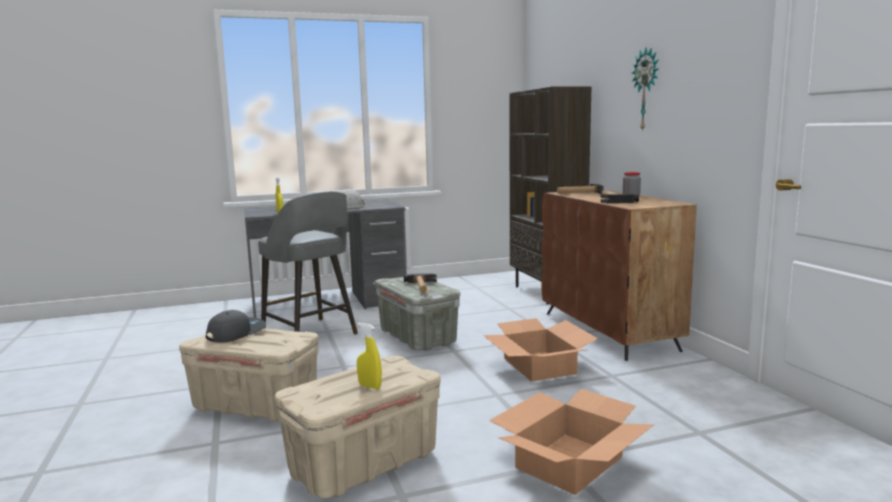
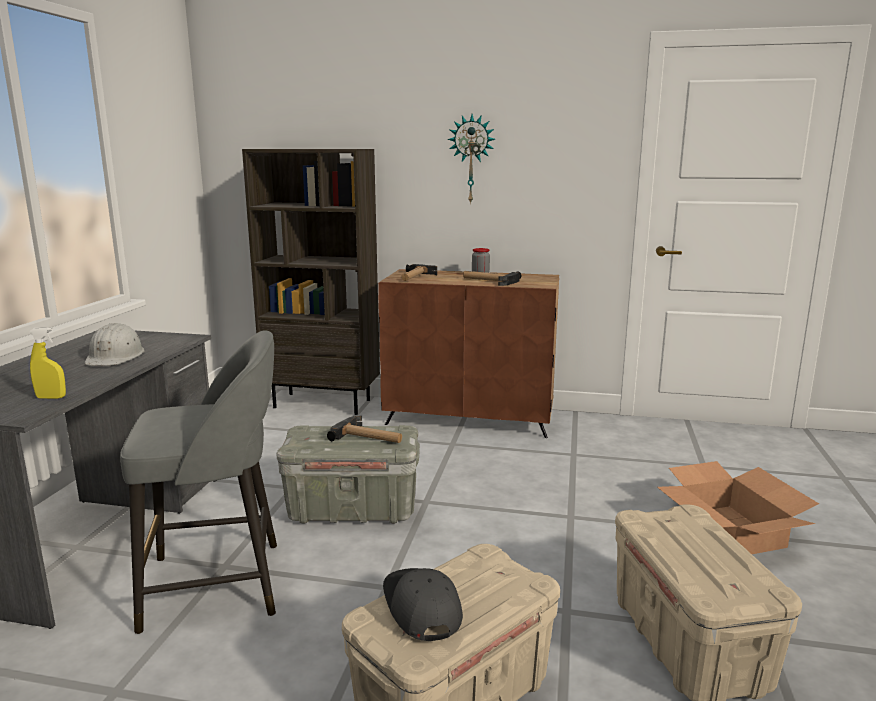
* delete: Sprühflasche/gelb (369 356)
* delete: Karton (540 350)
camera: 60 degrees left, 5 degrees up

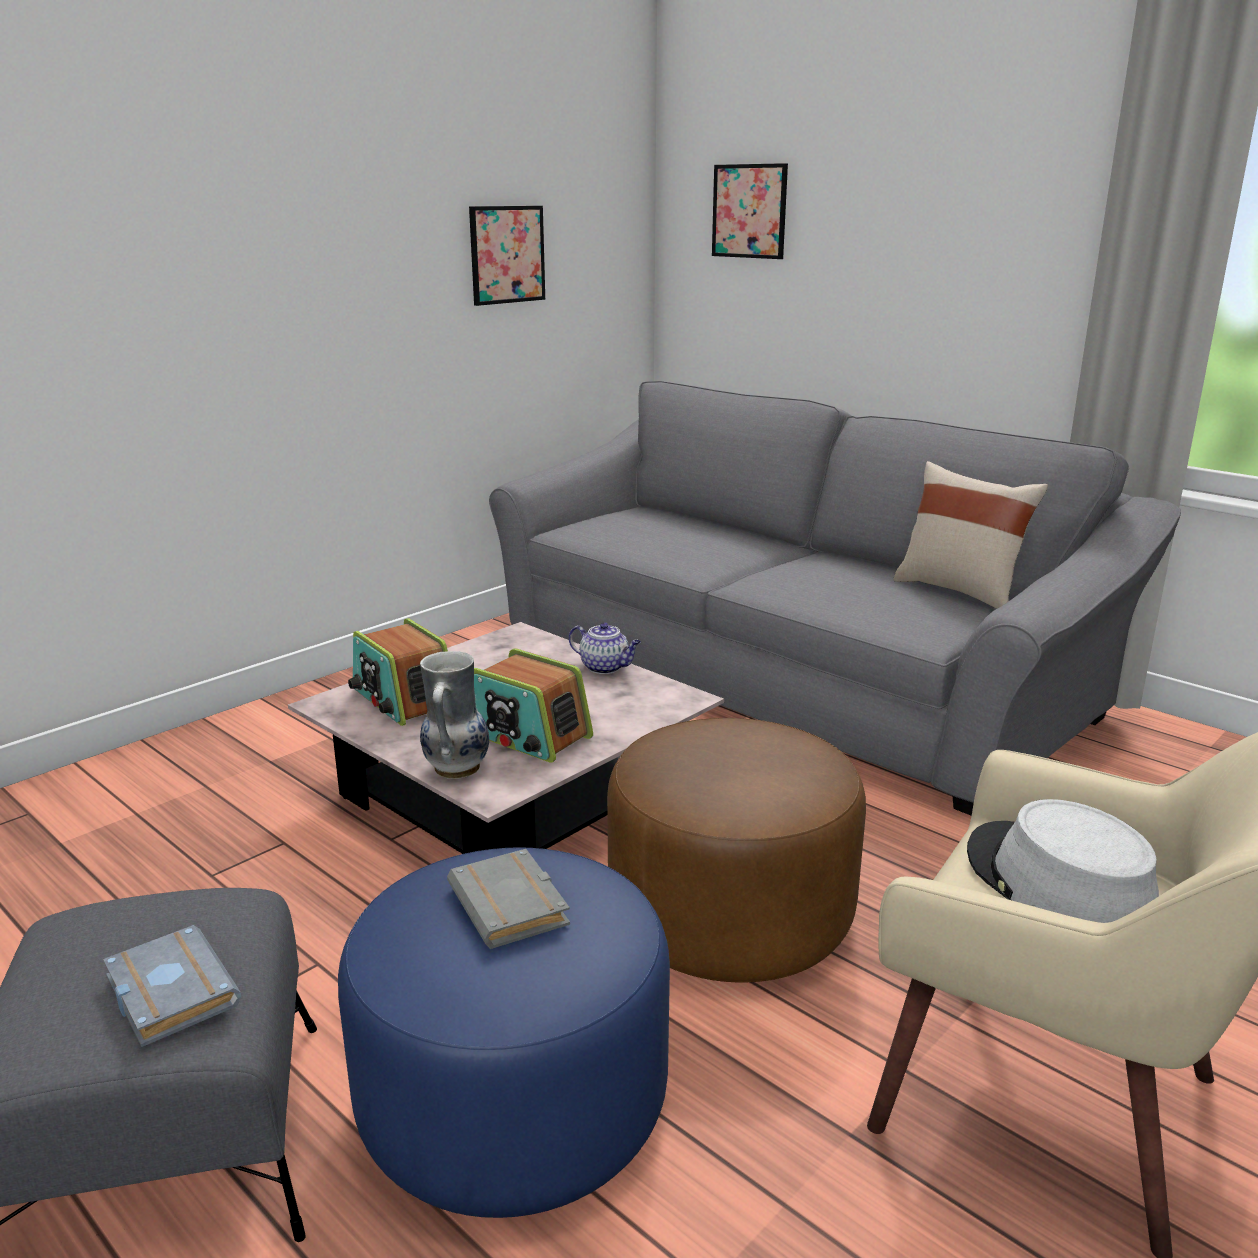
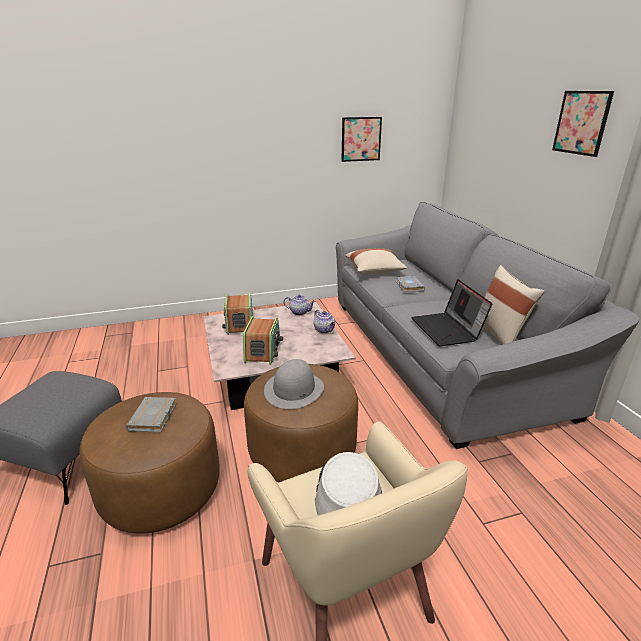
* delete: Vase (454 715)
* insert: Hut/grau (294 384)
* insert: Teekanne (299 305)
* insert: Kissen/beige (376 261)
* insert: Laptop (452 312)
* move: Buch/grau (172 986) to (410 284)
* move: Bild (750 211) to (583 124)
* recolor: Polsterhocker/blau (504 1032) to Polsterhocker/braun (149 463)
* rotate: Radio (533 706) = (263 340) 150 degrees counterclockwise
camera: 30 degrees right, 5 degrees up

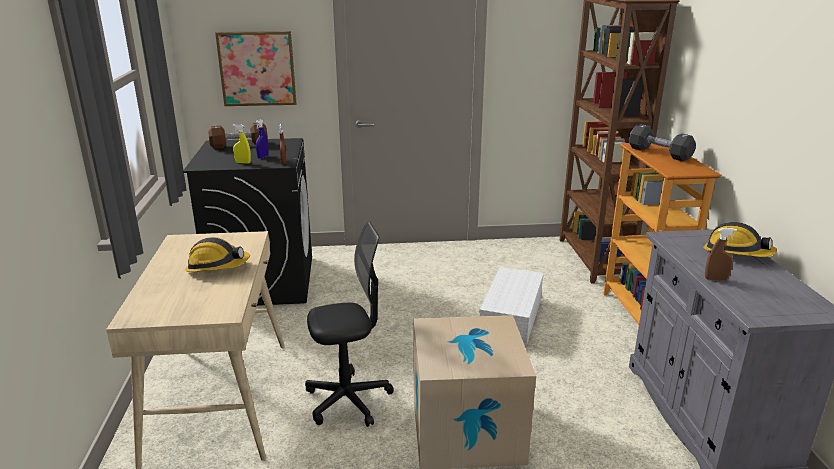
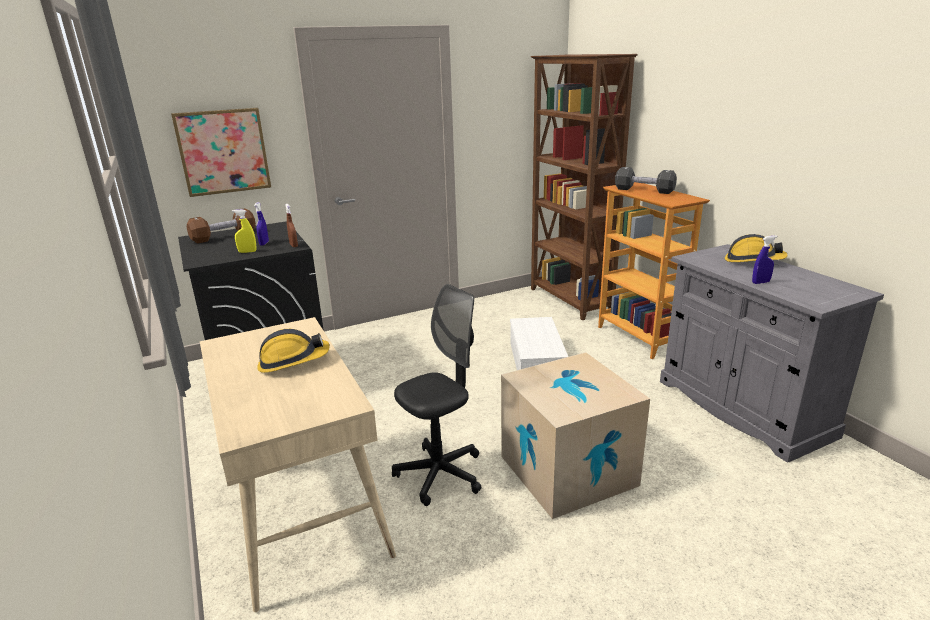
* recolor: Sprühflasche/braun (721 254) to Sprühflasche/blau (764 260)
camera: 20 degrees left, 0 degrees up

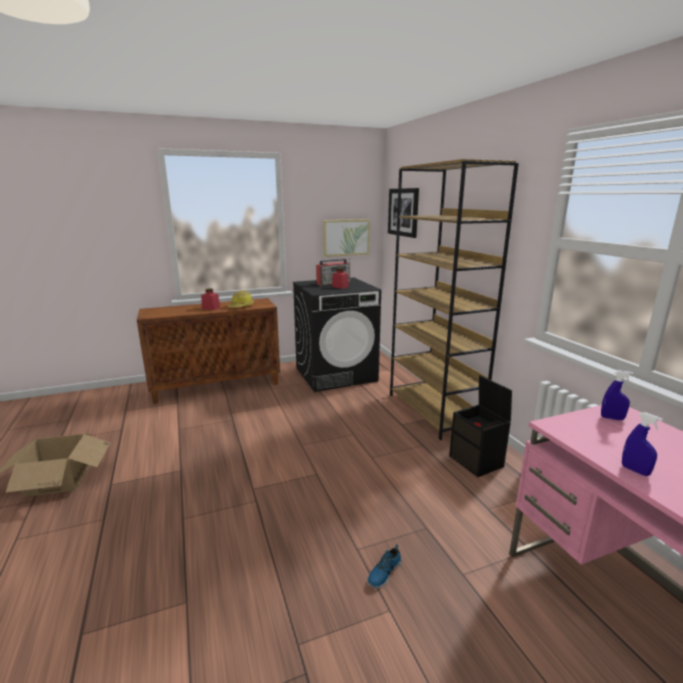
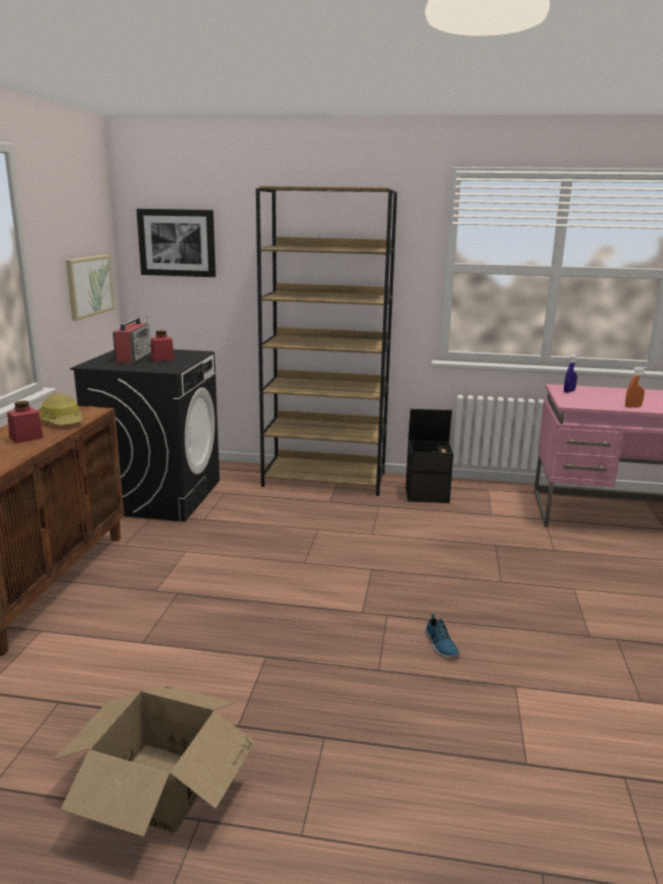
* move: Schuh (384 566) to (442 635)
* recolor: Sprühflasche/blau (642 444) to Sprühflasche/orange (636 387)
camera: 60 degrees left, 0 degrees up

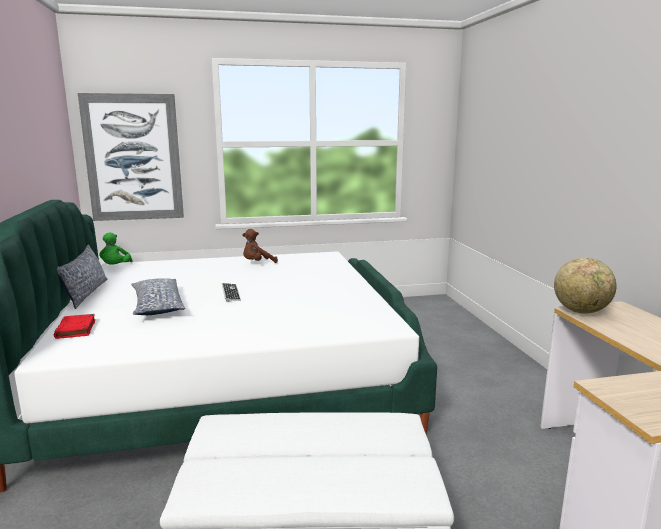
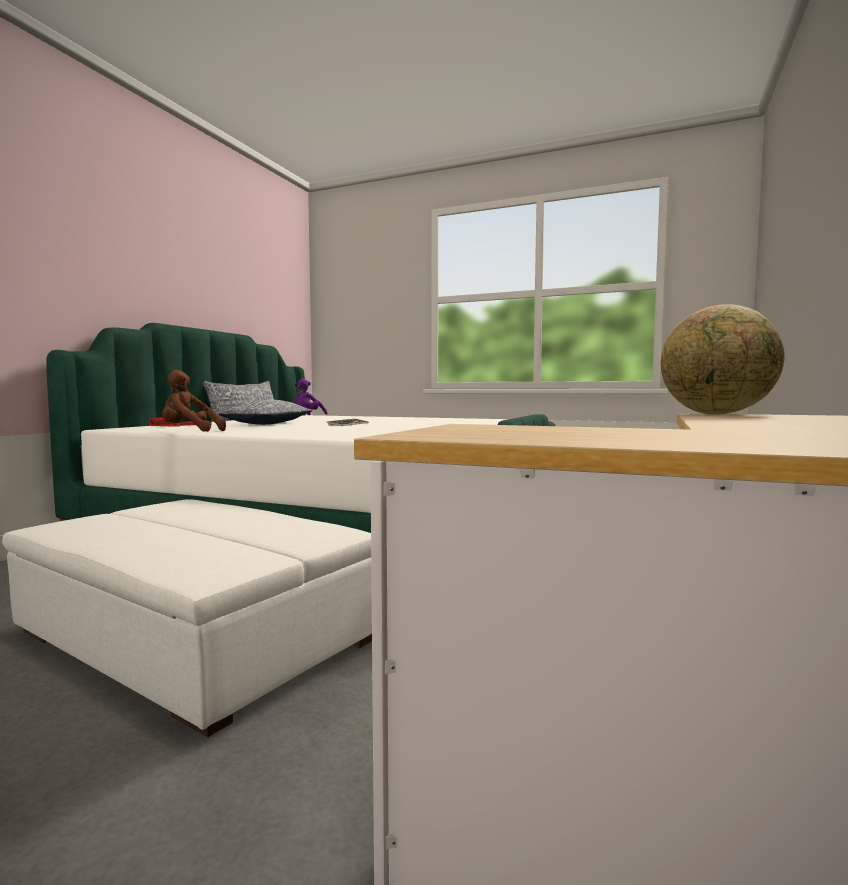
* delete: Bild (131 157)
* move: Plüschtier/braun (260 246) to (194 401)
* recolor: Plüschtier/grün (116 249) to Plüschtier/lila (311 396)
camera: 35 degrees right, 10 degrees down

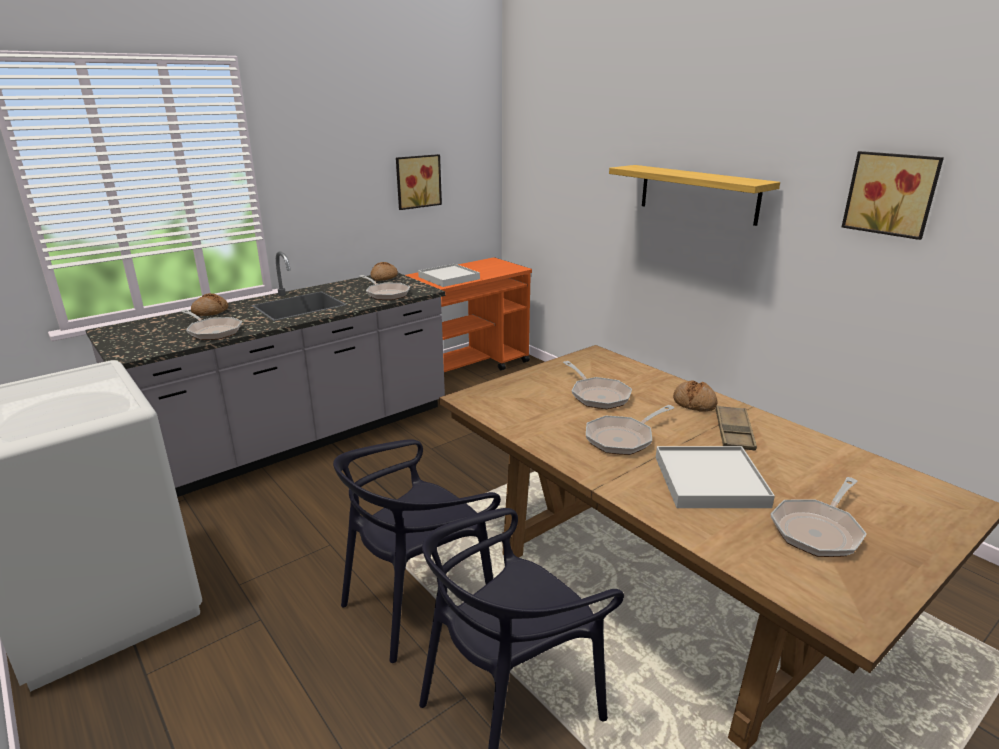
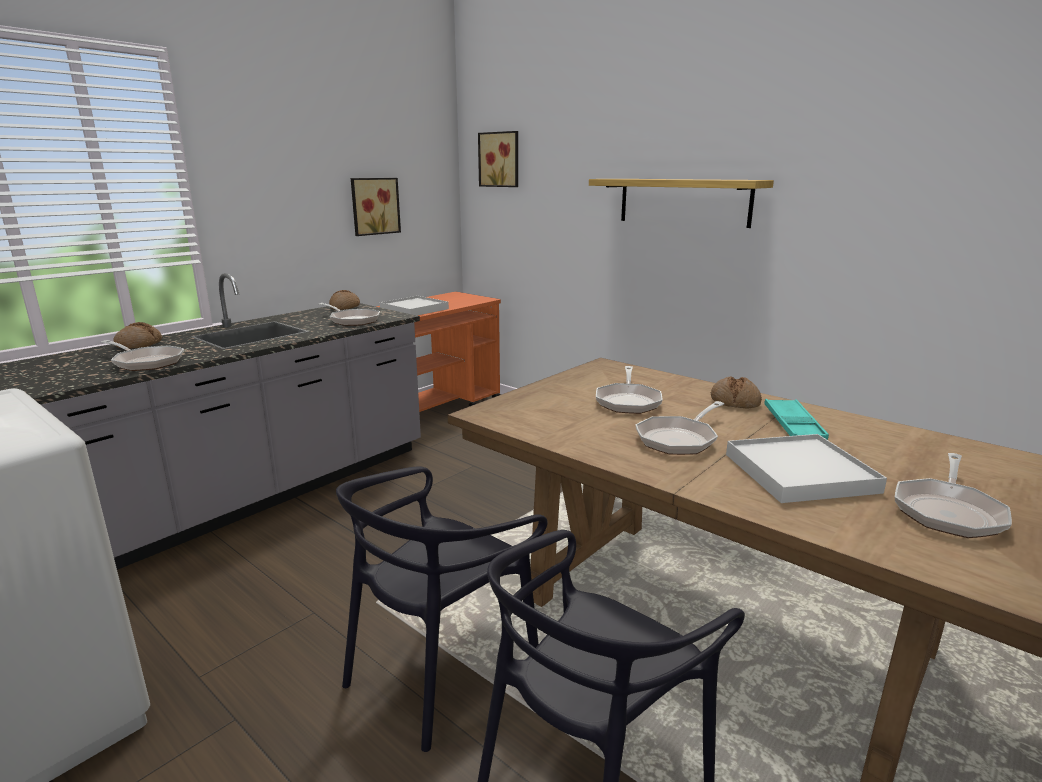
* move: Bild (893 195) to (498 159)
* recolor: Tablett/braun (736 428) to Tablett/türkis (796 419)
* rotate: Pfanne (597 385) = (629 390) 45 degrees clockwise
camera: 10 degrees left, 5 degrees down

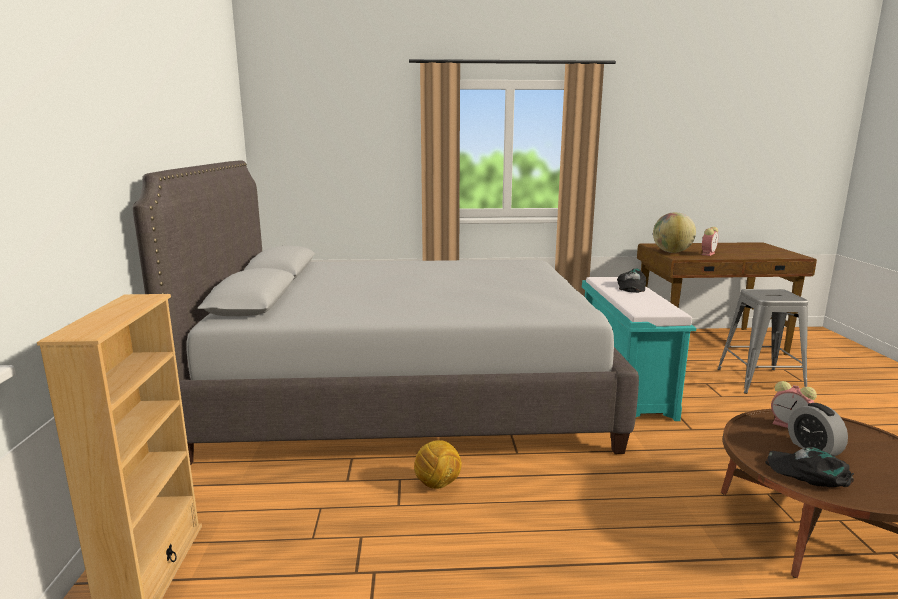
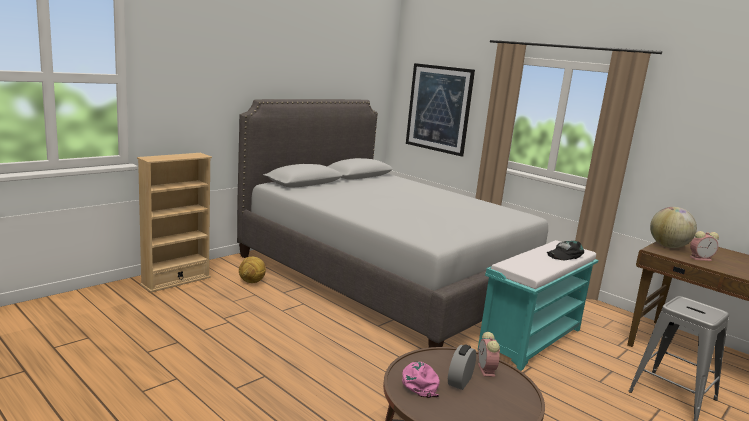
* insert: Bild (440 110)
* move: Fußball (438 464) to (252 270)
* recolor: Kappe/schwarz (810 467) to Kappe/rosa (421 379)
camera: 45 degrees right, 0 degrees up

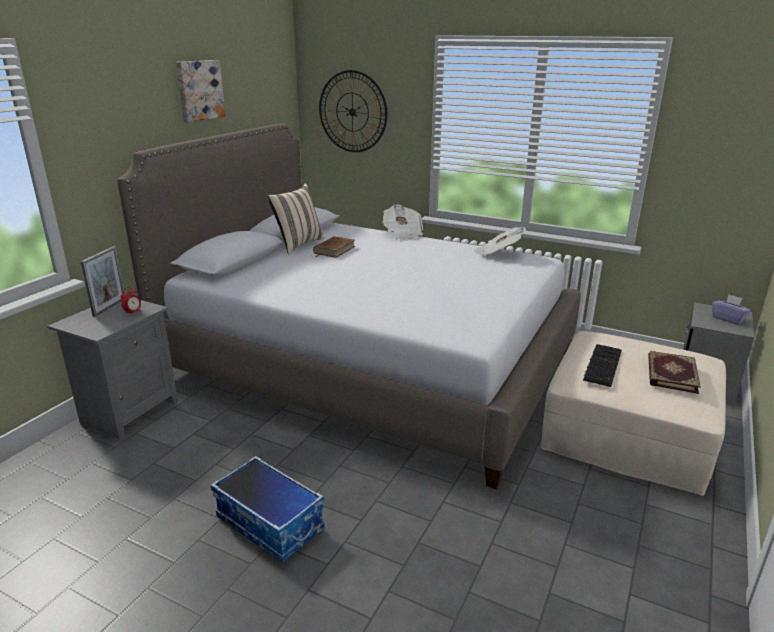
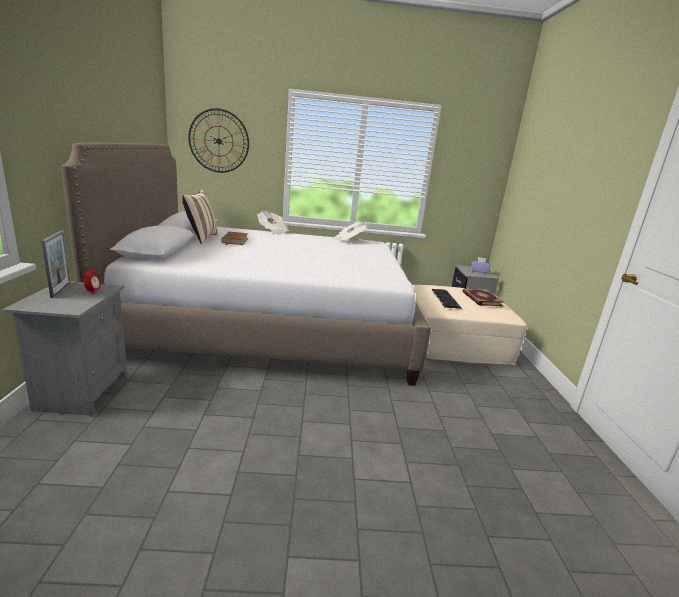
* delete: Bild (200 91)
* delete: Aufbewahrungsbox (268 509)
camera: 30 degrees left, 5 degrees down

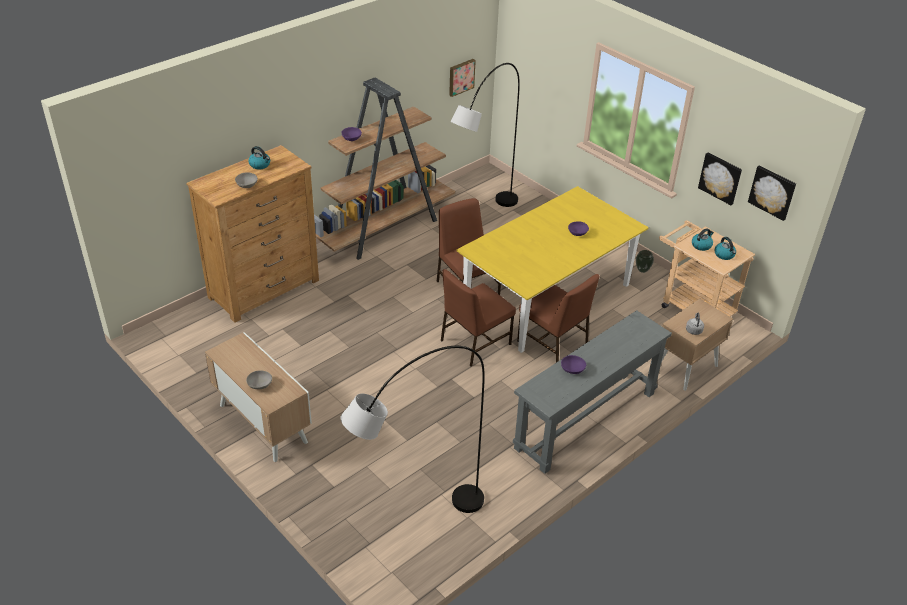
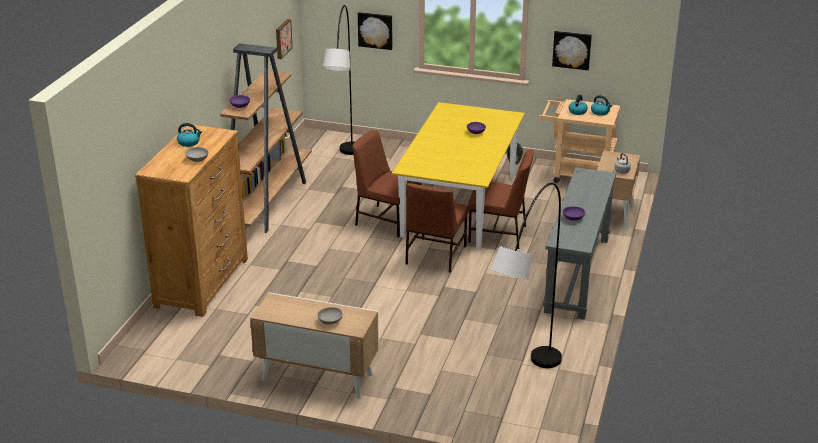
* move: Bild (772 193) to (375 31)
camera: 30 degrees left, 10 degrees down

